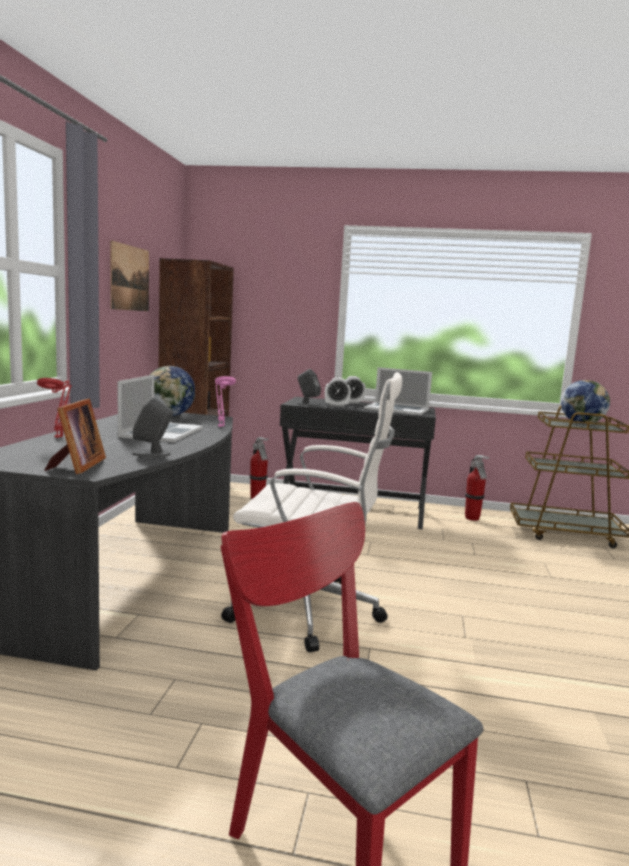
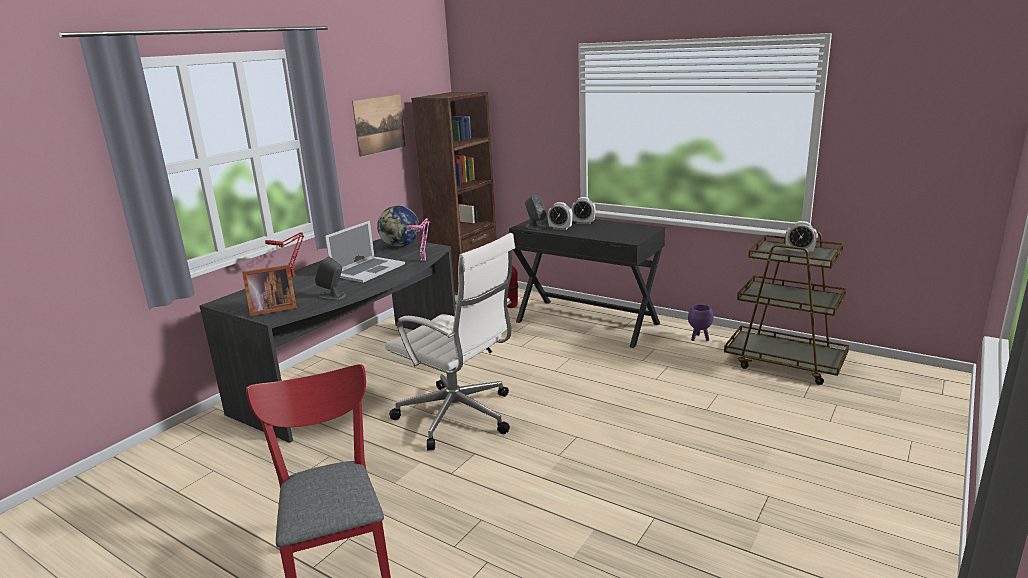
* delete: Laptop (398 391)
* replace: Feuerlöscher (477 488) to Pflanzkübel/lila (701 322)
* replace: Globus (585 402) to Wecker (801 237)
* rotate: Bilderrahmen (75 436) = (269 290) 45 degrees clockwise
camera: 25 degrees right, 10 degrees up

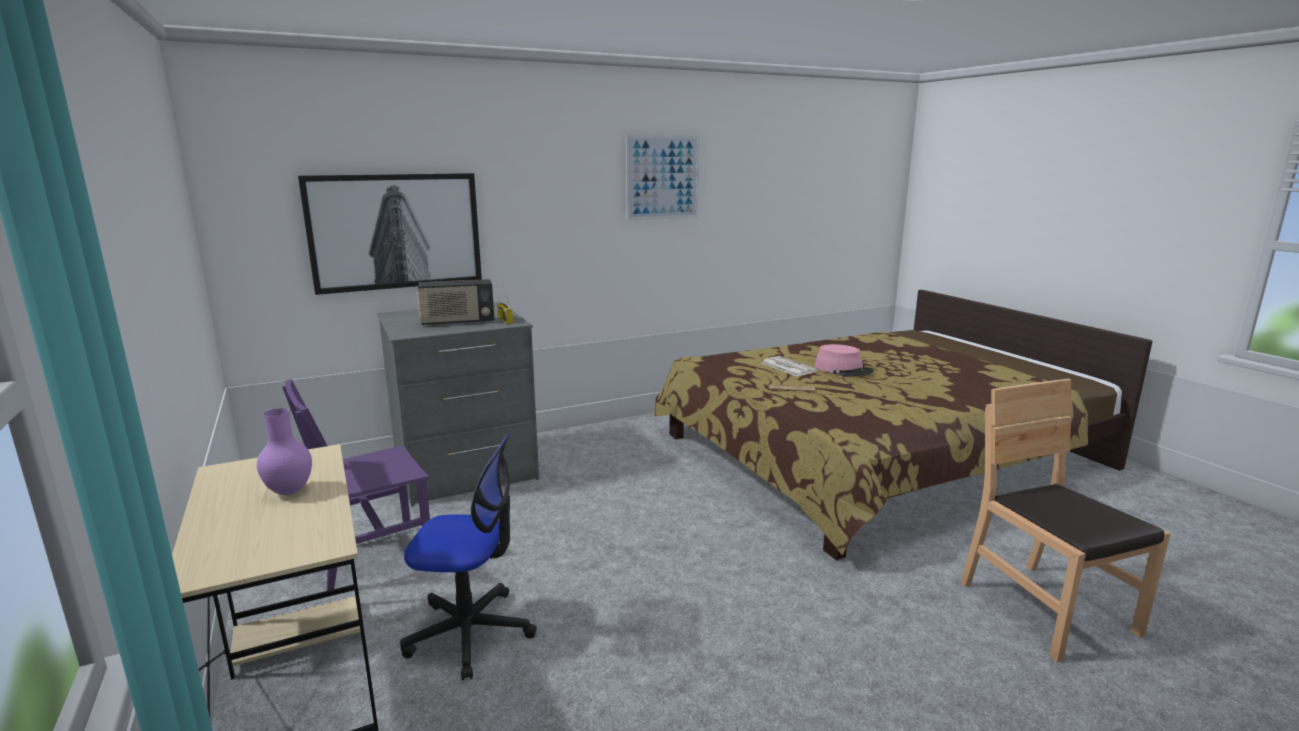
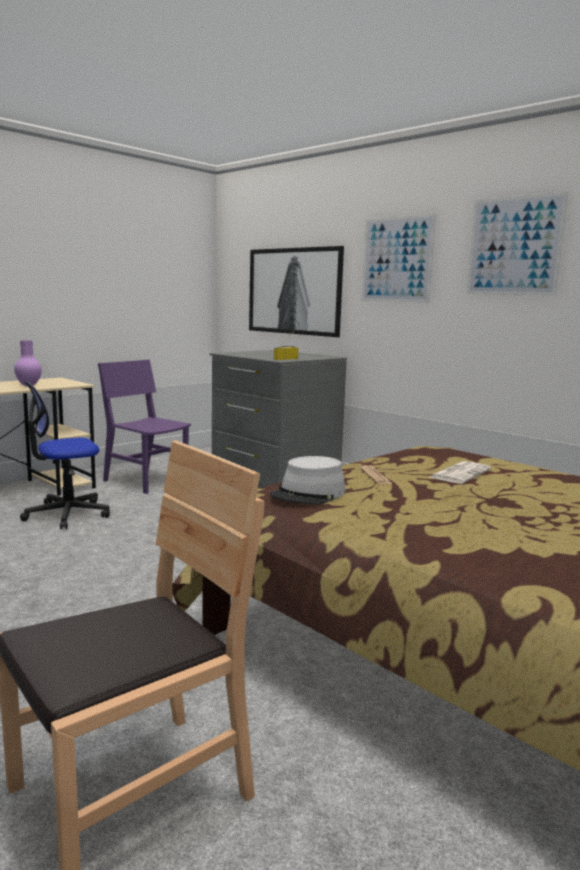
* delete: Radio (455 302)
* delete: Hut/rosa (844 360)
* insert: Hut/grau (307 480)
* insert: Bild (398 258)
* rotate: Bürostuhl (468 557) = (65 454) 75 degrees clockwise
camera: 70 degrees right, 5 degrees down

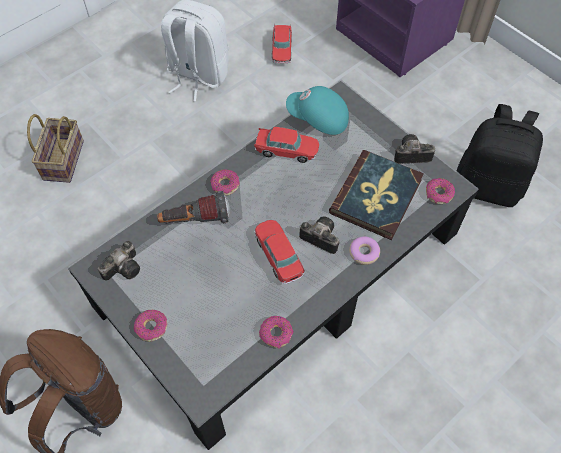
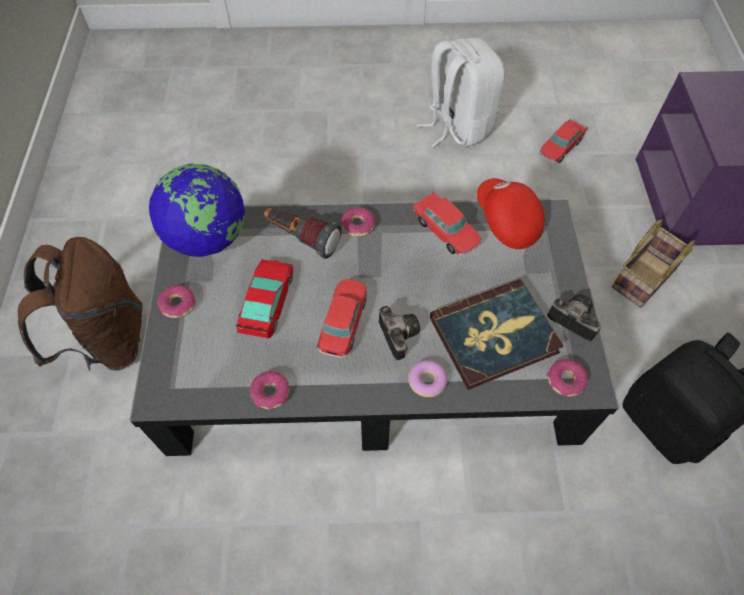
* insert: Spielzeugauto (264 298)
* move: Korb (55 148) to (653 263)
* replace: Kamera (119 261) to Globus (197 210)
* recolor: Kappe/türkis (317 110) to Kappe/rot (511 213)
camera: 40 degrees right, 0 degrees up

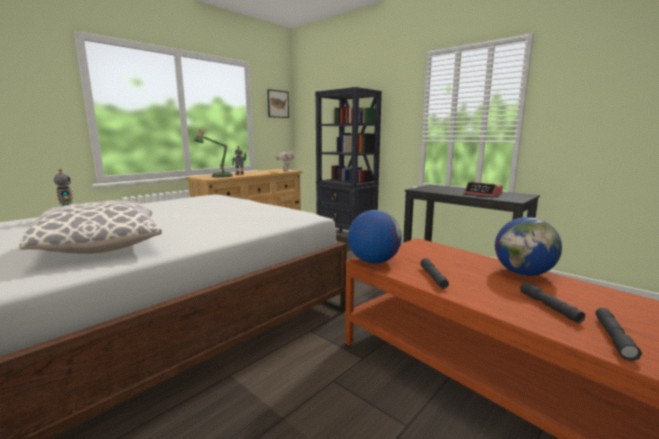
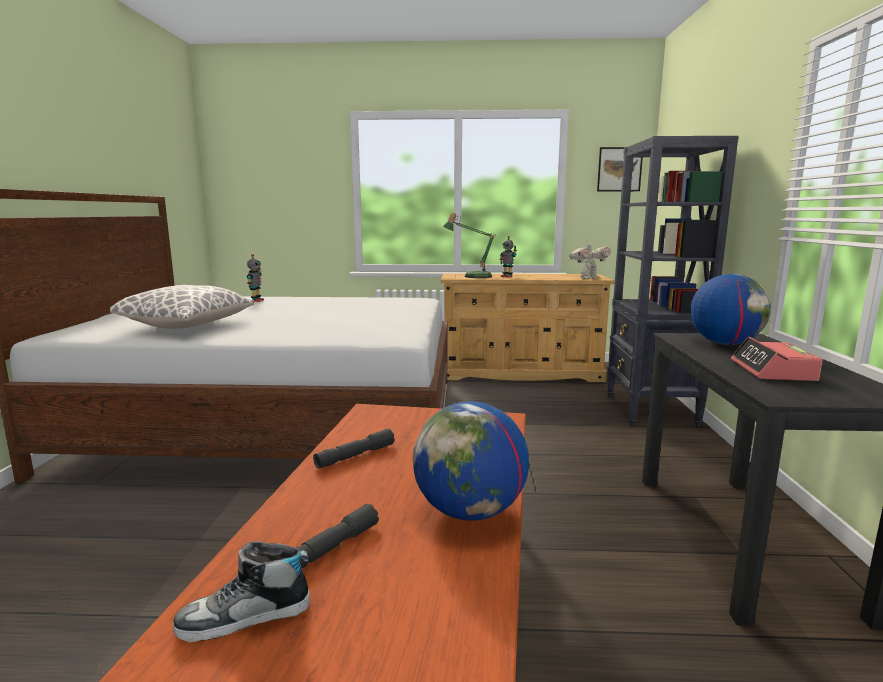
* move: Globus (375 237) to (731 309)
* replace: Taschenlampe/grau (618 334) to Schuh (241 591)
camera: 50 degrees right, 0 degrees up

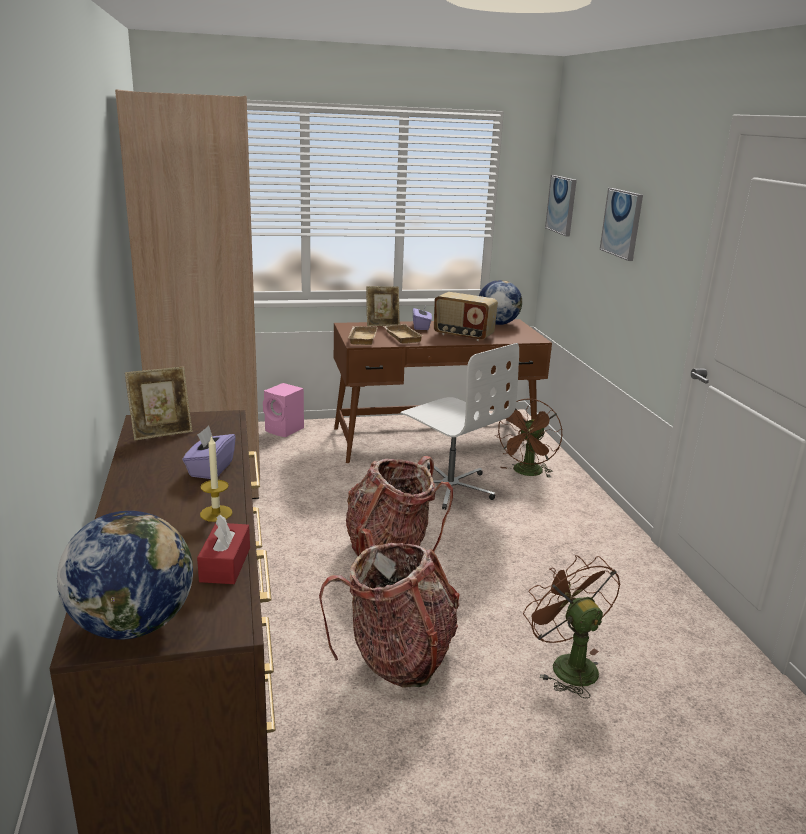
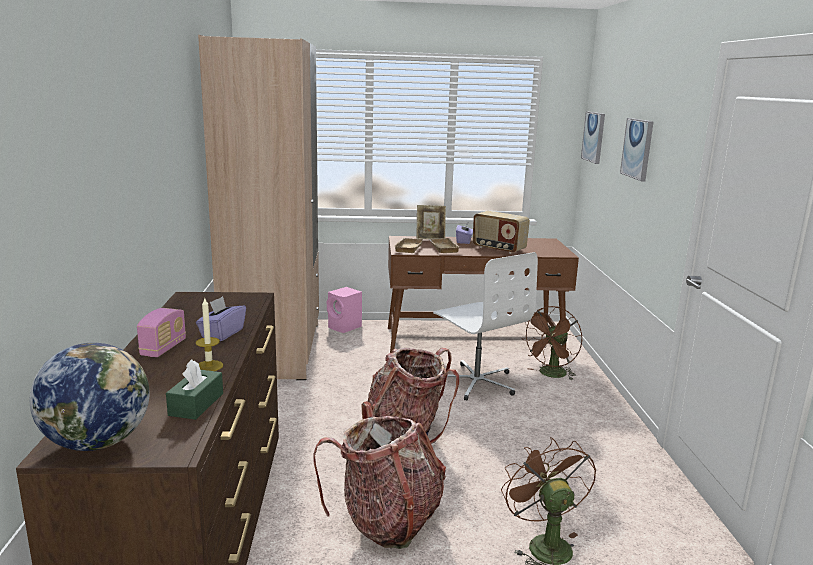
* delete: Bilderrahmen (159 404)
* delete: Globus (500 302)
* insert: Radio (161 332)
* recolor: Taschentuchbox/rot (223 549) to Taschentuchbox/grün (194 389)
camera: 10 degrees right, 5 degrees down

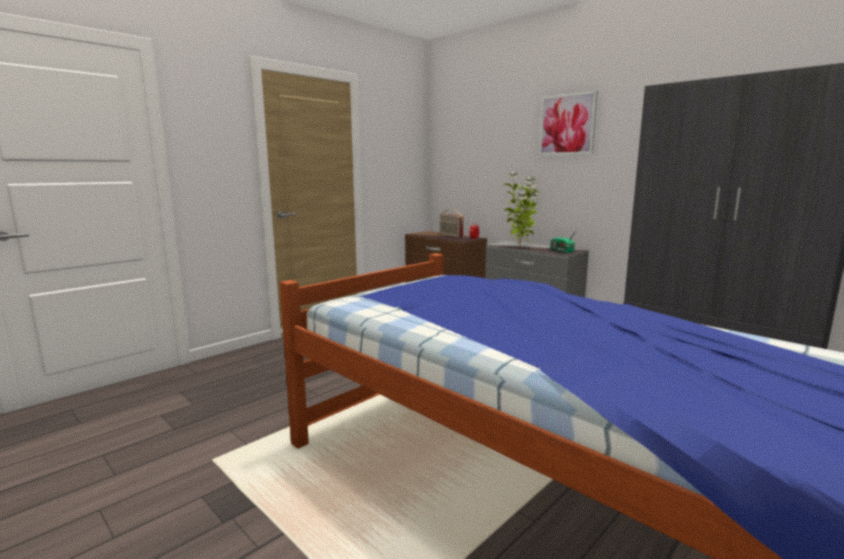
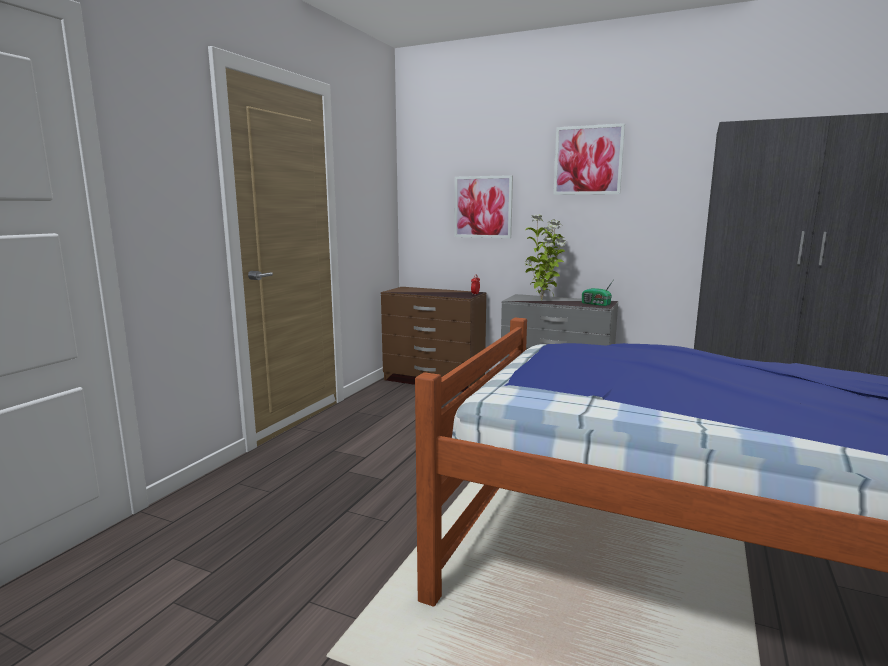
* delete: Radio (451 223)
* insert: Bild (484 206)
camera: 20 degrees left, 0 degrees up

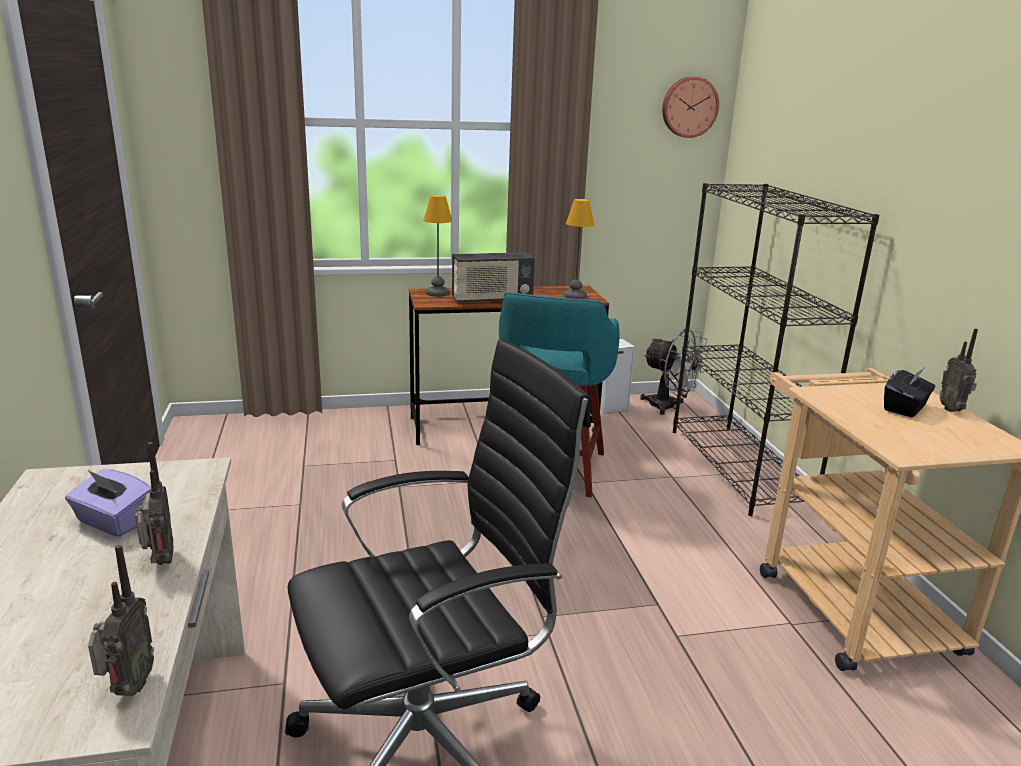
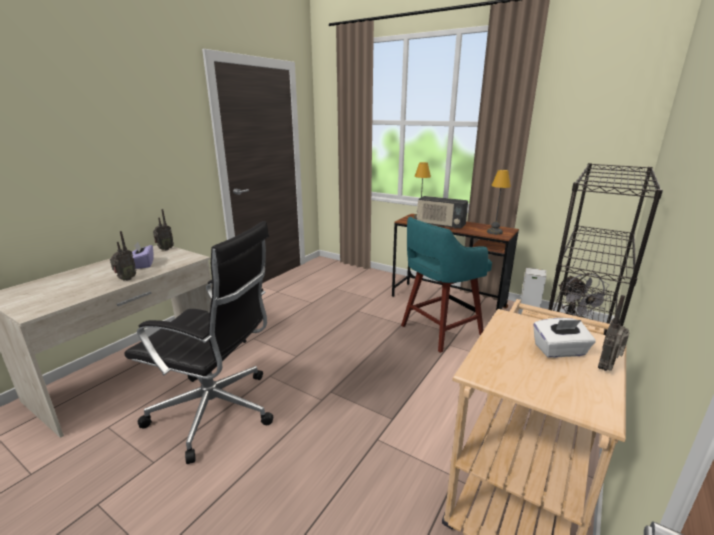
* delete: Wanduhr (690 107)
* move: Radio (121 620) to (163 230)
* recolor: Taschentuchbox/schwarz (909 392) to Taschentuchbox/weiß (564 338)
camera: 45 degrees right, 0 degrees up

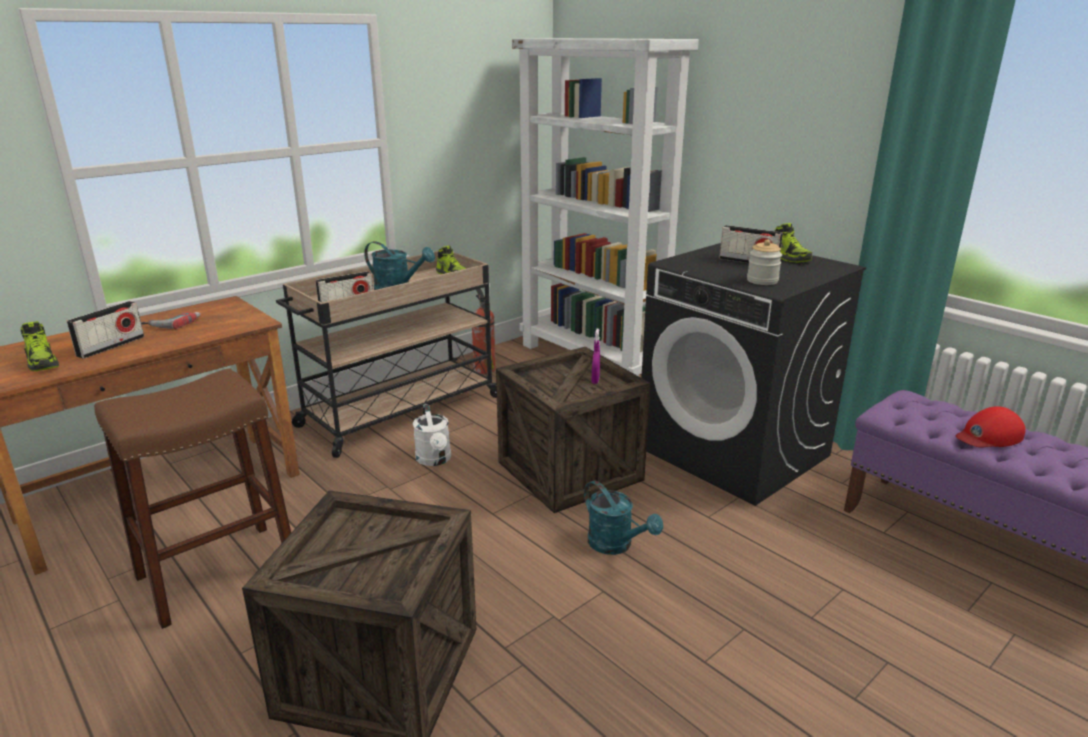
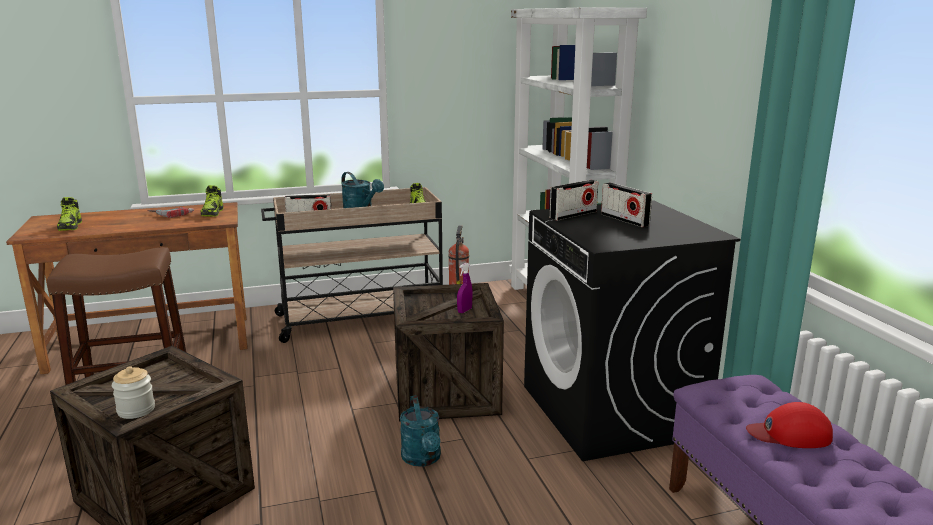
* delete: Gießkanne/weiß (432 435)
* move: Radio (105 330) to (573 200)
* move: Vorratsglas (764 262) to (133 392)
* move: Schuh (793 243) to (212 201)
camera: 25 degrees right, 5 degrees down

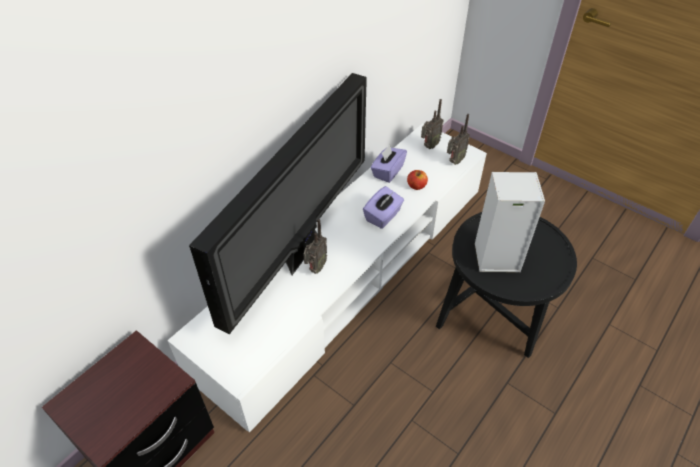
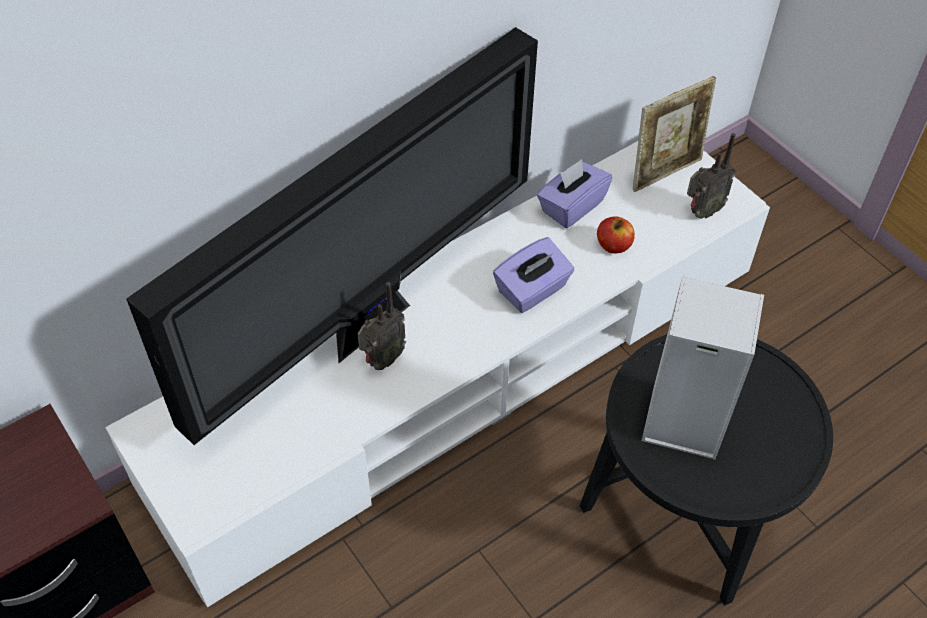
* replace: Radio (432 124) to Bilderrahmen (674 134)
camera: 15 degrees right, 5 degrees up

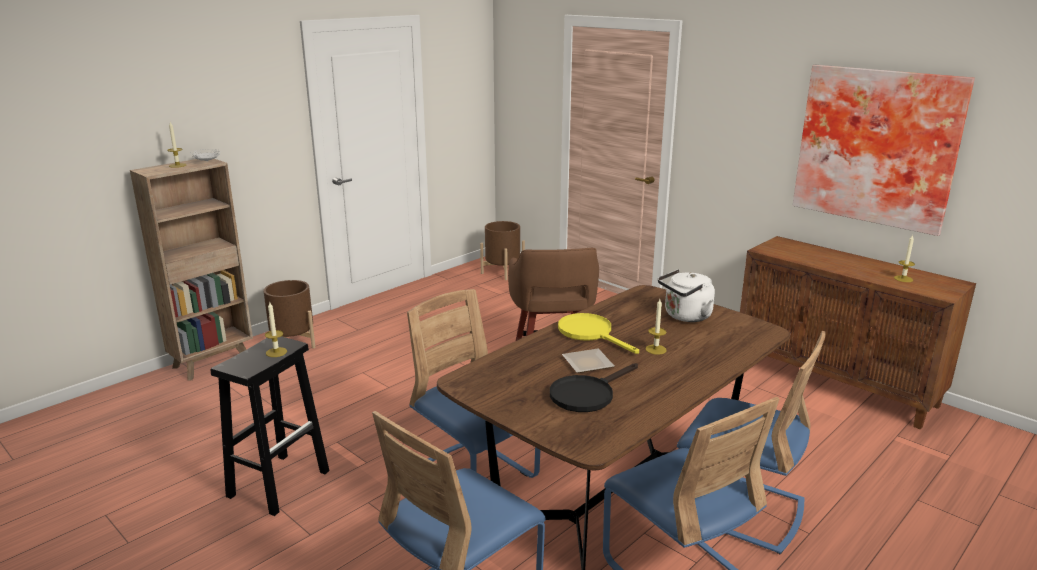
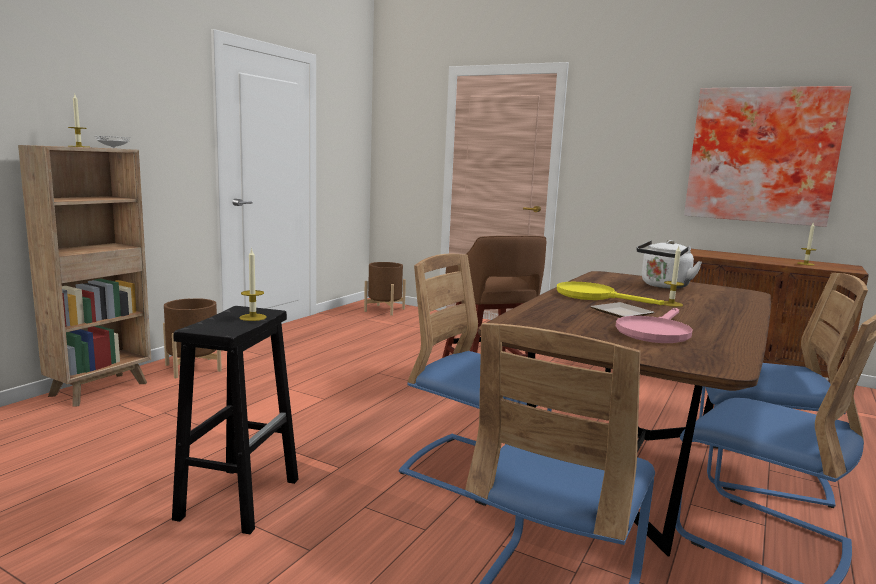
* recolor: Pfanne/schwarz (594 387) to Pfanne/rosa (654 325)
camera: 15 degrees left, 10 degrees down

